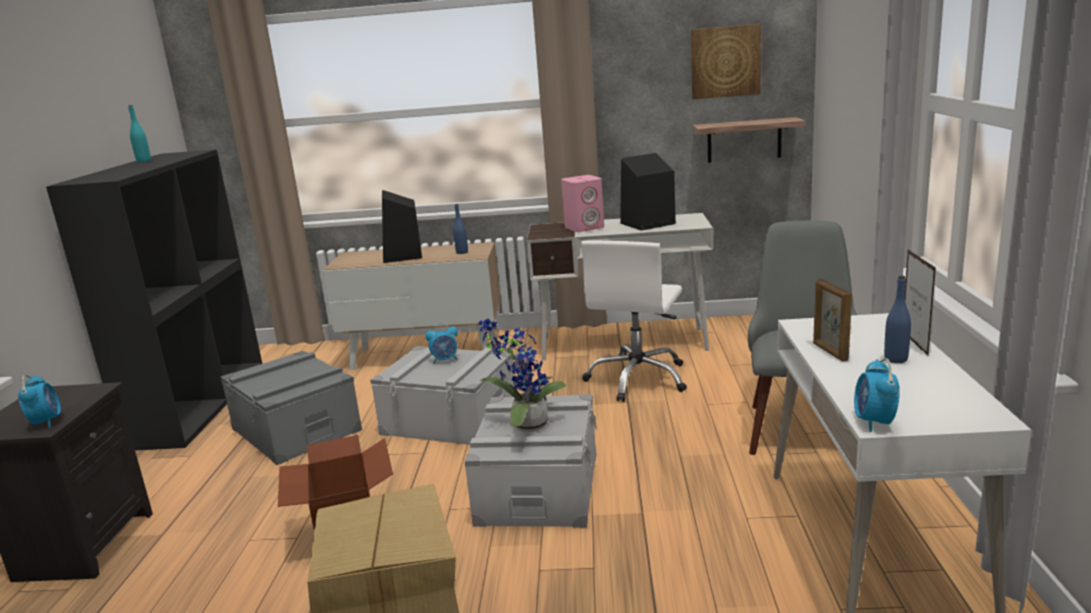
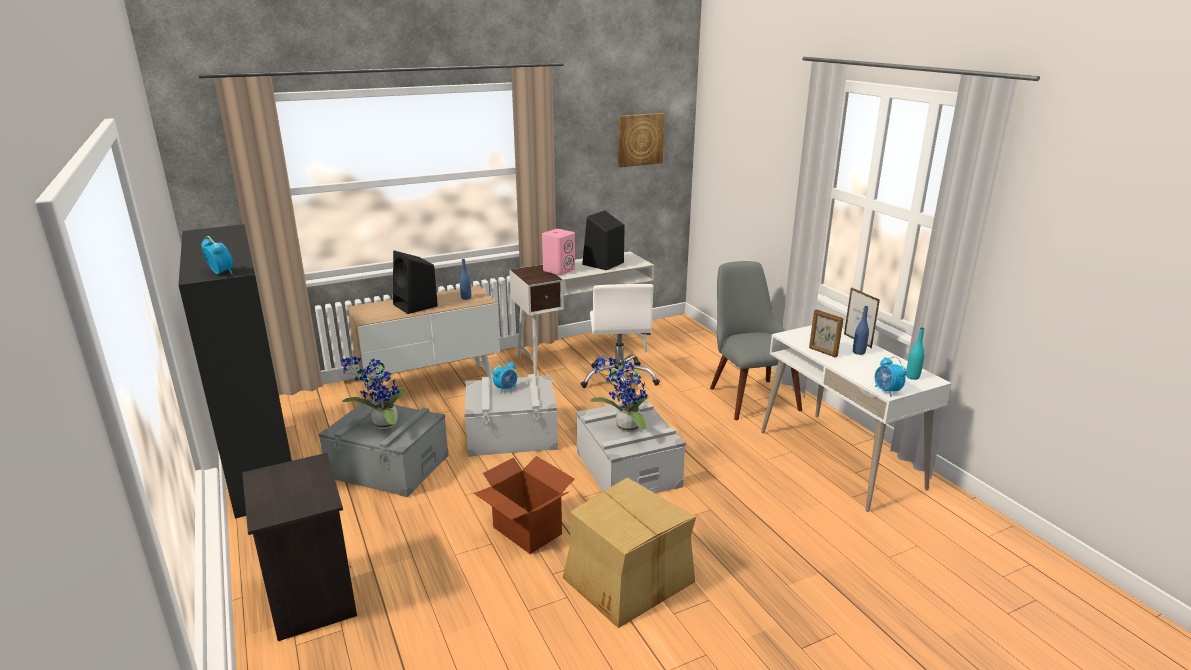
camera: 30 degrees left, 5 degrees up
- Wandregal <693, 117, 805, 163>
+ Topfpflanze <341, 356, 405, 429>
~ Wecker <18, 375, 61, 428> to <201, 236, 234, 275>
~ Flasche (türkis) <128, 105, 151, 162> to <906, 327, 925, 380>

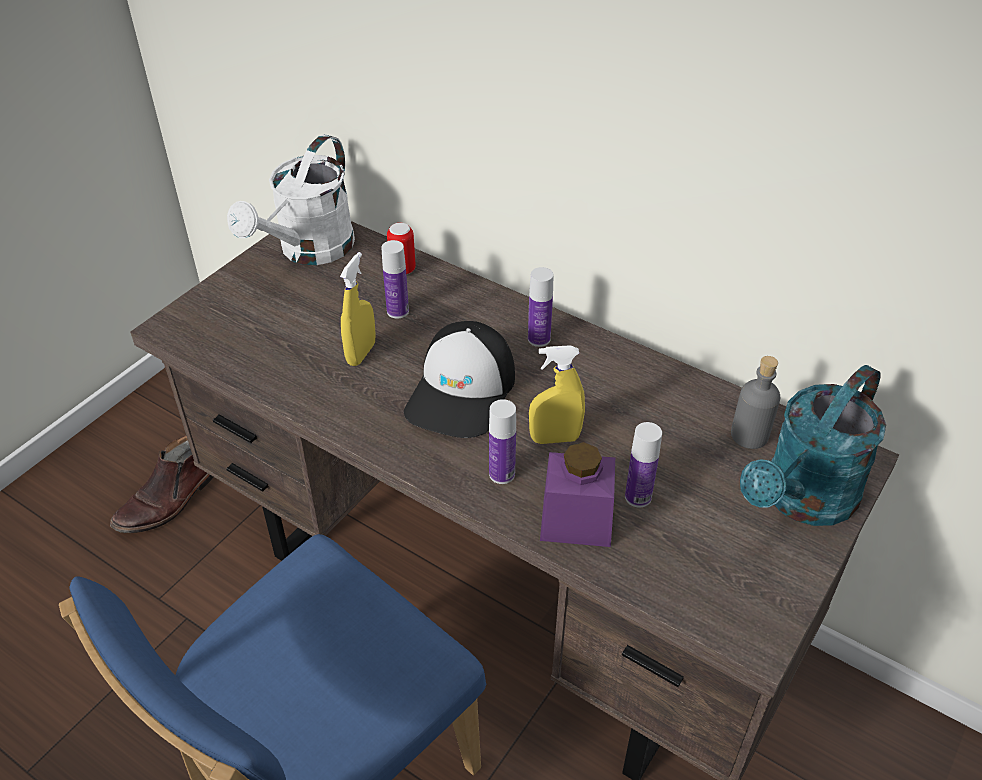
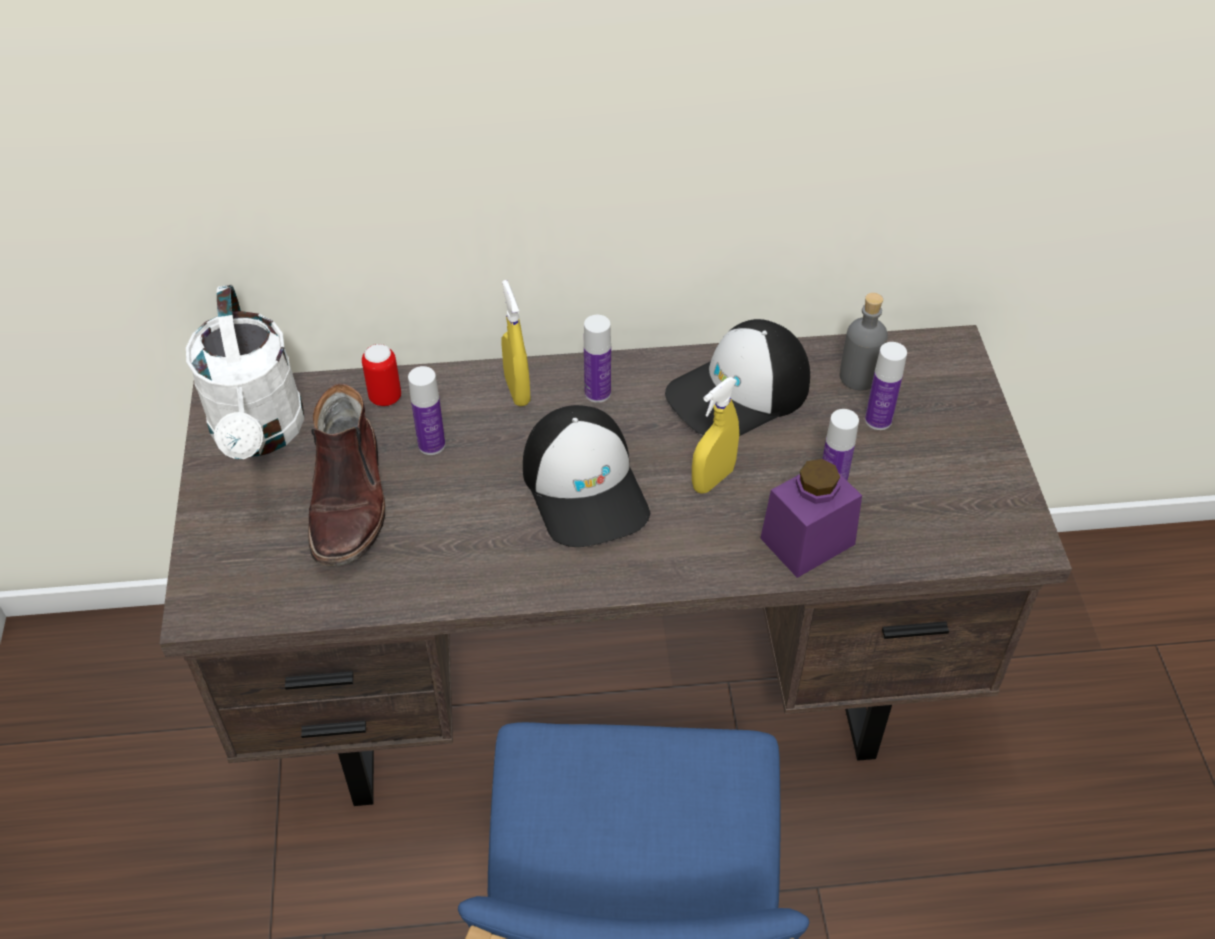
camera: 40 degrees left, 5 degrees up
- Gießkanne (türkis) <740, 365, 886, 526>
+ Kappe <665, 319, 810, 436>
~ Stiefel (braun) <110, 436, 214, 533> to <308, 383, 385, 566>
~ Sprühflasche (gelb) <340, 252, 376, 366> to <502, 280, 530, 406>
~ Flasche <489, 399, 516, 484> to <865, 342, 907, 430>

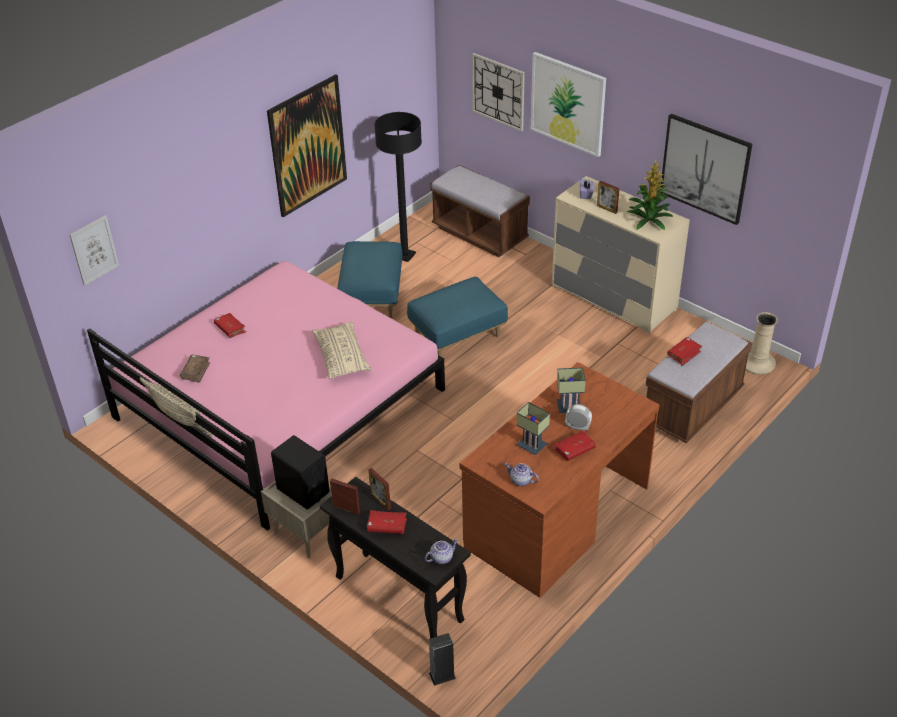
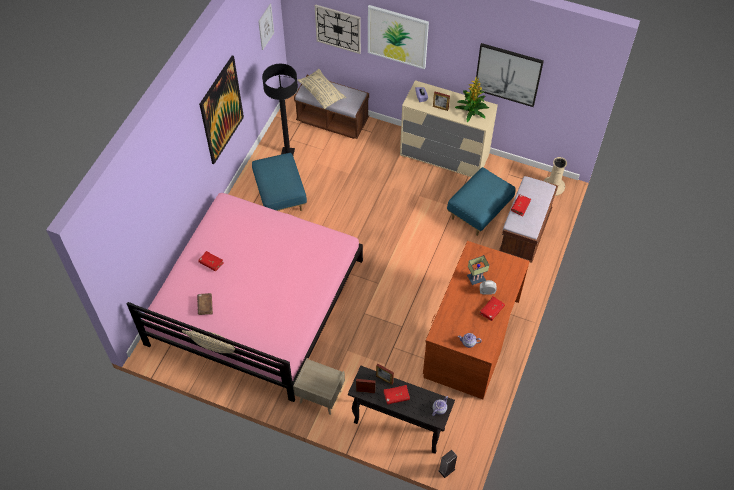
camera: 20 degrees left, 15 degrees up
- Lautsprecher (schwarz) <271, 435, 330, 509>
- Tischlampe <516, 402, 550, 455>
~ Bild <70, 215, 119, 286> to <258, 4, 274, 50>
~ Kissen (beige) <312, 321, 371, 379> to <298, 69, 346, 109>
~ Polsterhocker (blau) <407, 277, 508, 356> to <447, 167, 516, 236>

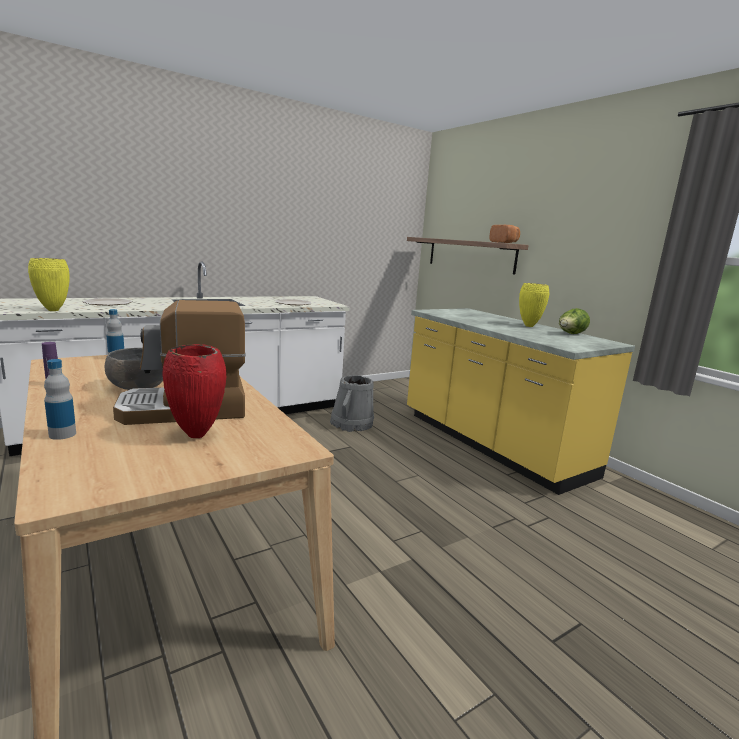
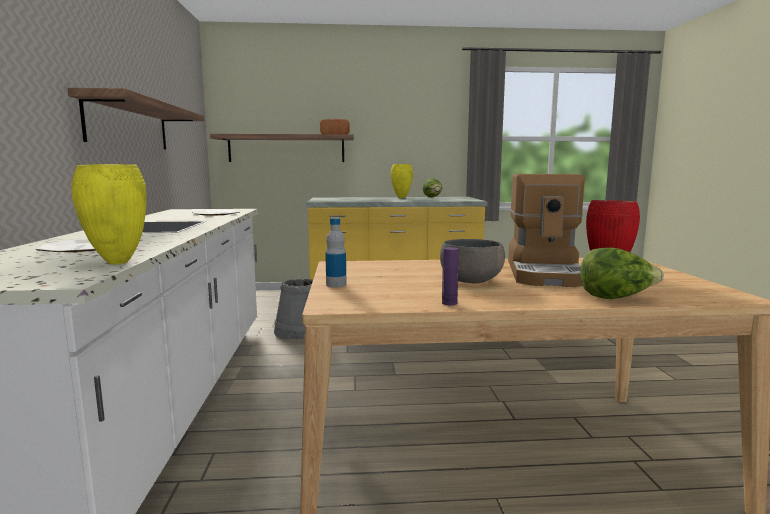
camera: 60 degrees left, 5 degrees down
+ Wandregal <67, 88, 204, 149>
~ Flasche <44, 359, 76, 440> to Salatkopf <580, 247, 664, 299>

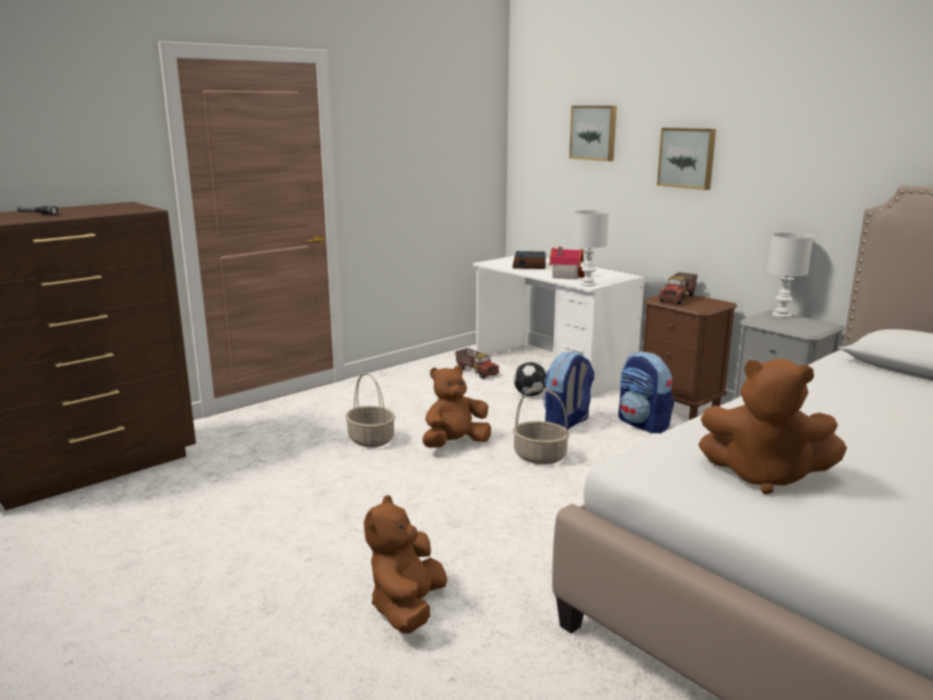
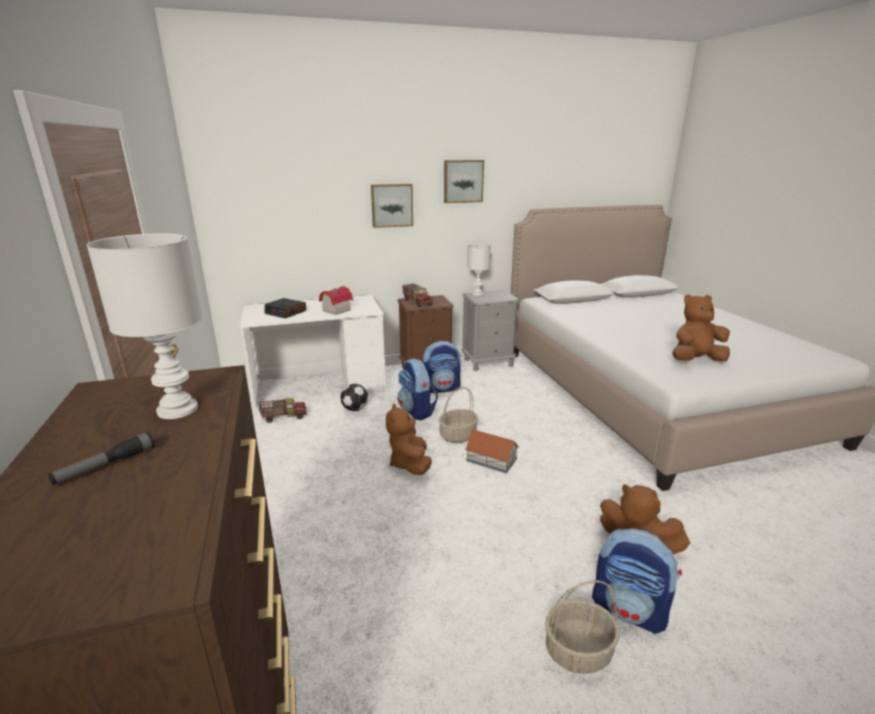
camera: 65 degrees left, 5 degrees up
+ Spielzeughaus <465, 429, 519, 473>
+ Rucksack <592, 528, 682, 634>
~ Korb <345, 373, 395, 447> to <545, 581, 620, 674>
~ Bild <569, 106, 617, 161> to <444, 160, 484, 203>
~ Tischlampe (weiß) <573, 210, 609, 286> to <87, 233, 203, 419>
~ Plüschtier (braun) <699, 359, 847, 494> = <672, 294, 730, 361> 150 degrees counterclockwise

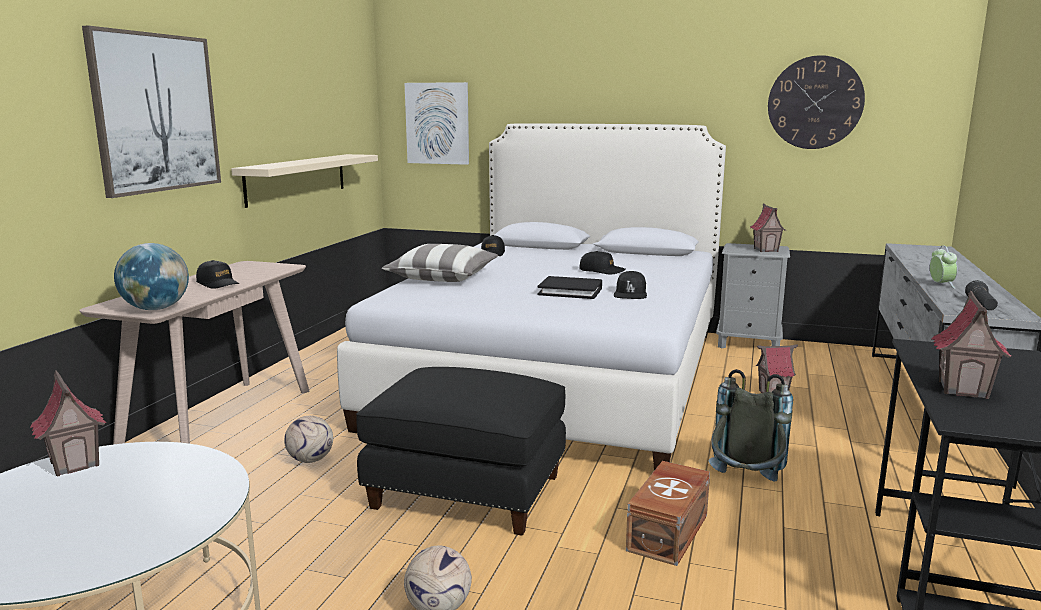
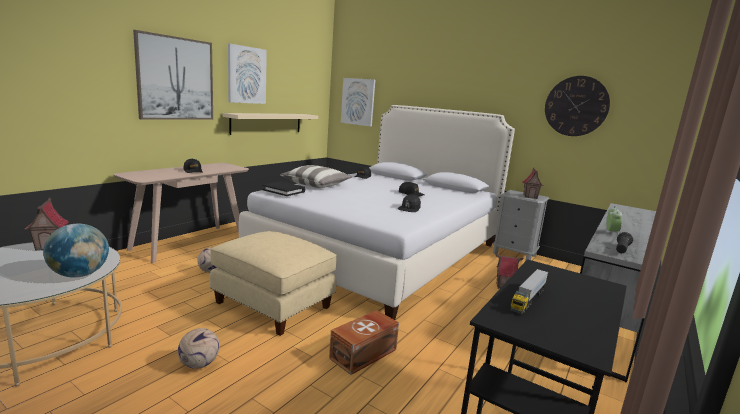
camera: 15 degrees right, 0 degrees up
- Rucksack (grau) <709, 369, 793, 481>
+ Bild <228, 43, 267, 104>
~ Globus <114, 243, 189, 310> to <43, 224, 109, 278>
~ Buch (schwarz) <538, 276, 602, 299> to <262, 181, 305, 196>
~ Spielzeughaus <931, 291, 1011, 399> to Spielzeuglaster <510, 269, 548, 314>
~ Polsterhocker (schwarz) <356, 367, 566, 536> to Polsterhocker (beige) <210, 231, 337, 336>

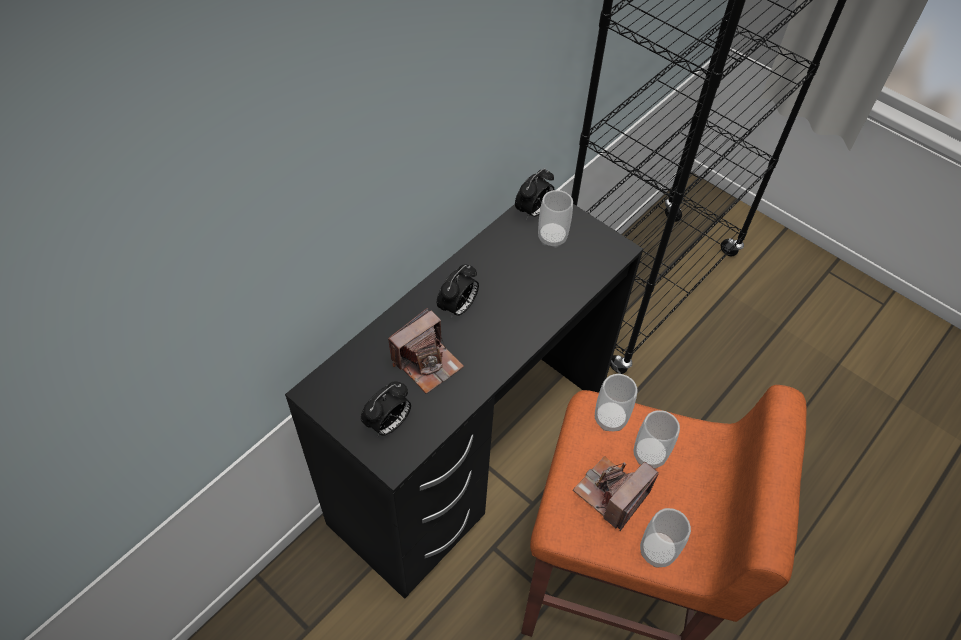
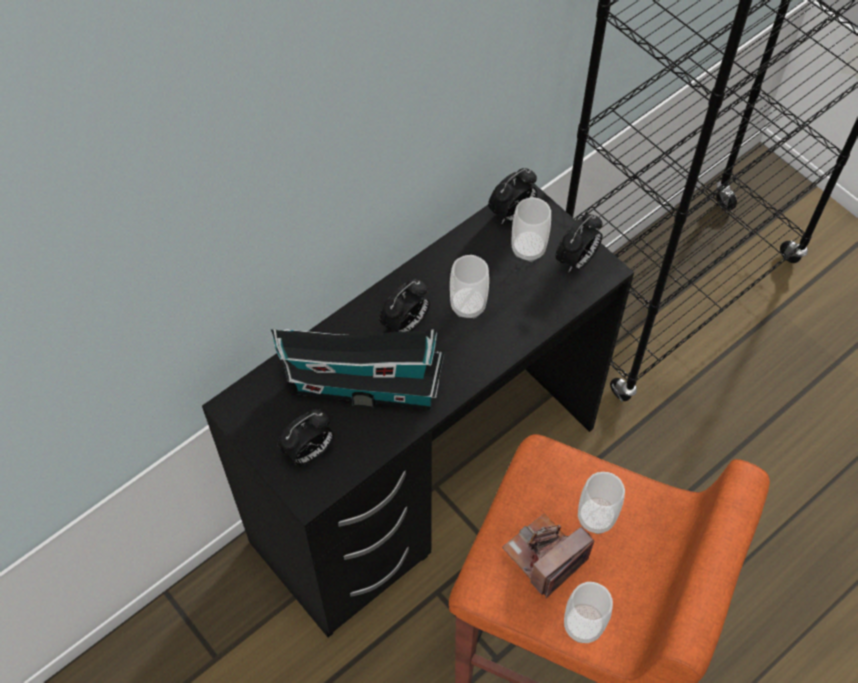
camera: 10 degrees right, 5 degrees up
+ Wecker <555, 214, 603, 273>
~ Tasse <595, 374, 637, 431> to <450, 255, 489, 318>
~ Kamera <388, 308, 464, 394> to Spielzeughaus <271, 329, 444, 410>

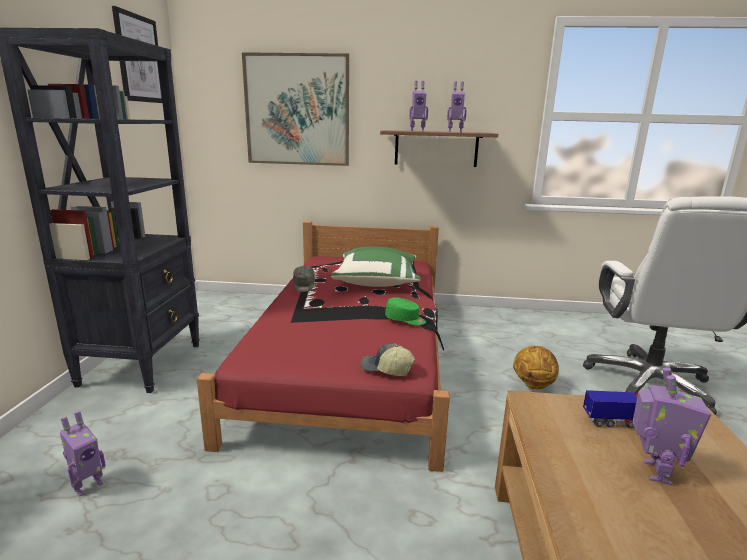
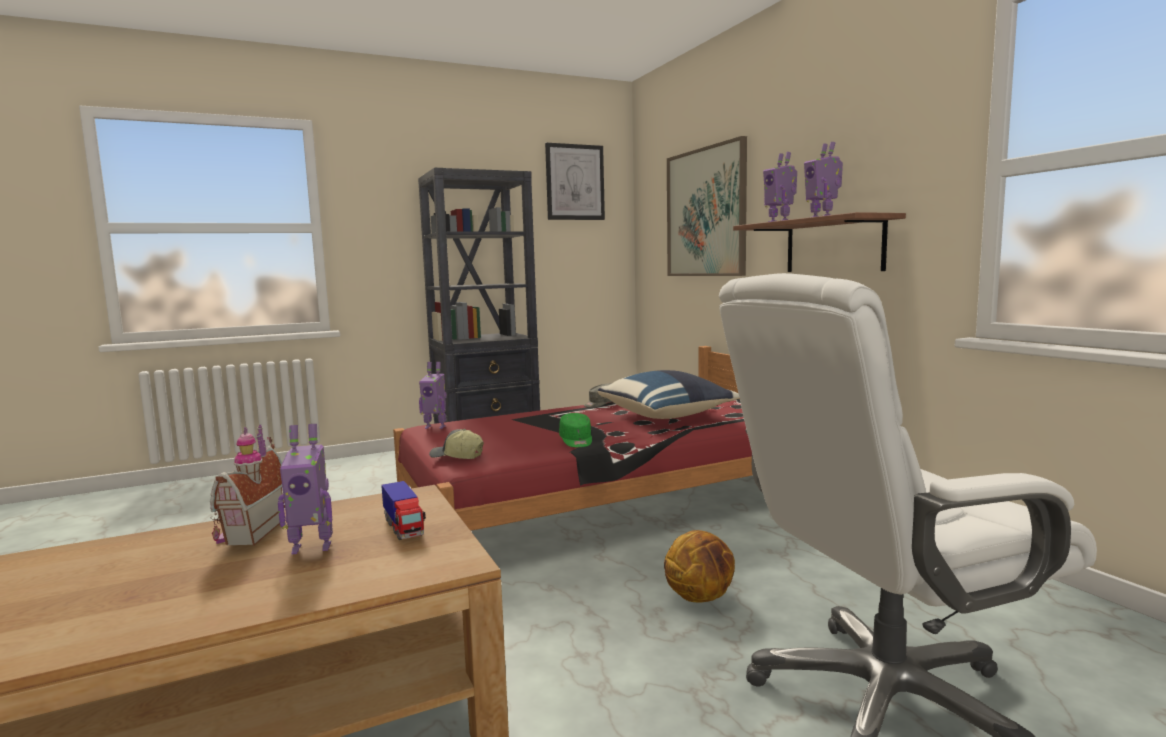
camera: 60 degrees right, 10 degrees down
+ Spielzeughaus <210, 425, 285, 546>
~ Spielzeugroboter <60, 411, 106, 496> to <419, 362, 447, 429>
~ Kissen (grün) <331, 247, 421, 287> to Kissen (blau) <598, 370, 739, 419>
~ Kappe <360, 343, 415, 376> = <429, 429, 484, 459> 60 degrees counterclockwise

